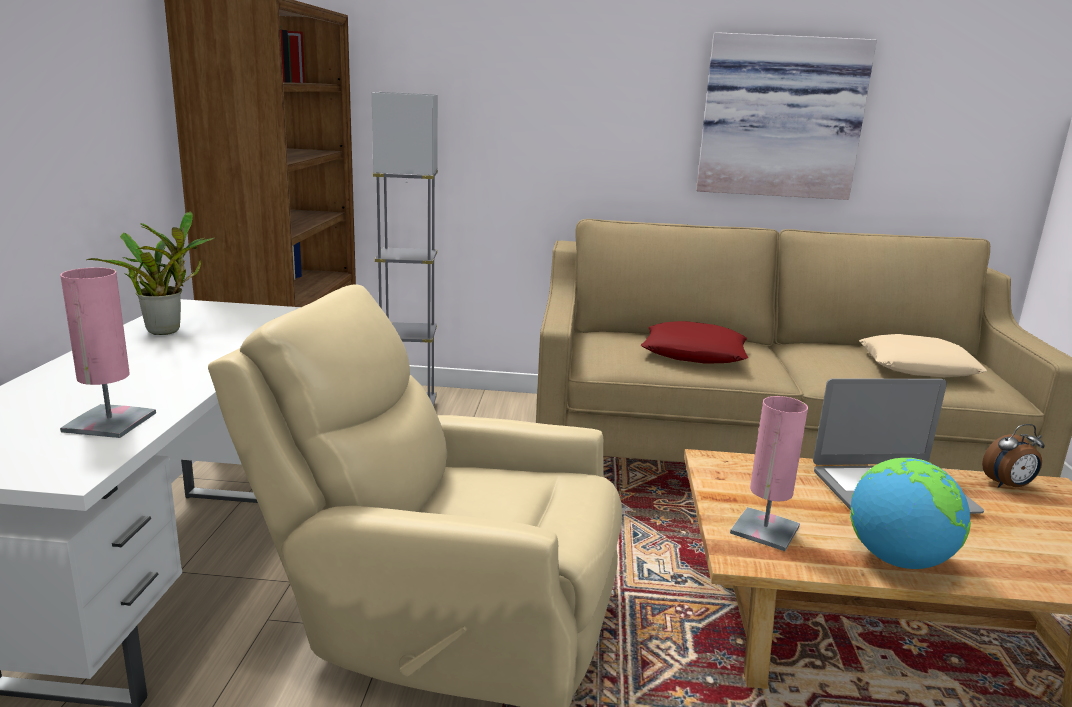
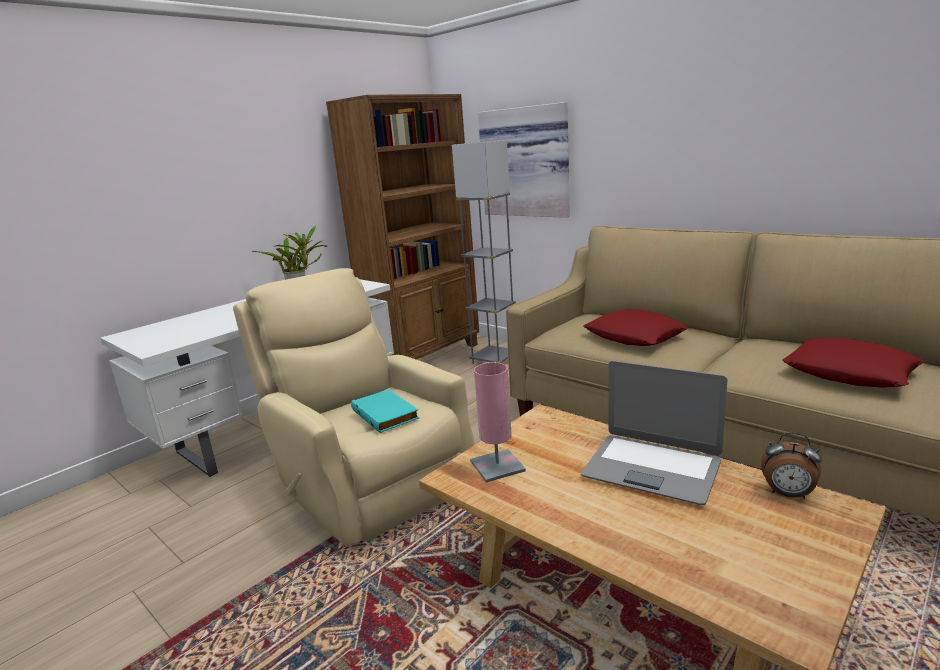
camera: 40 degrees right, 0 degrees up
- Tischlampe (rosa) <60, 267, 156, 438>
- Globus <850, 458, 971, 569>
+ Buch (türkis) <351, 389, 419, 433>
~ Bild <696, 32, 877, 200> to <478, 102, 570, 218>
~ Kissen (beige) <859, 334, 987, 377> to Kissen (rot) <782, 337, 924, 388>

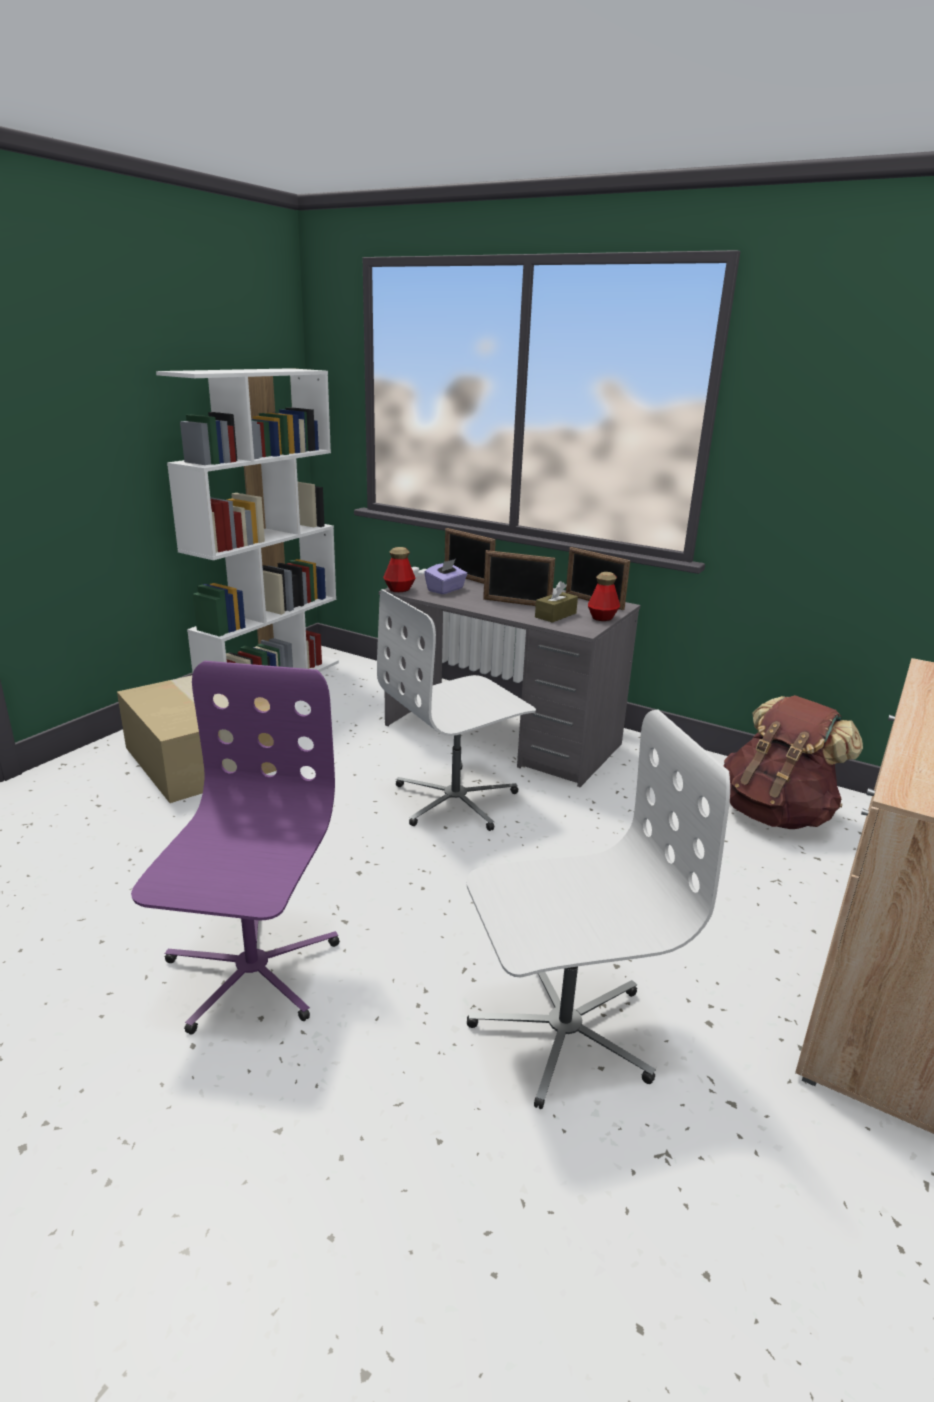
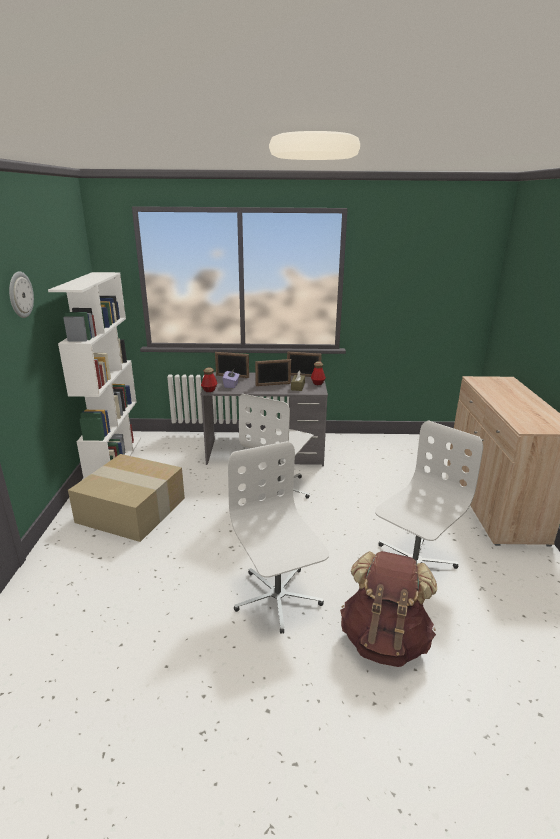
camera: 30 degrees left, 0 degrees up
+ Wanduhr <9, 271, 34, 318>
~ Rucksack (braun) <724, 695, 863, 829> to <340, 551, 437, 667>
~ Bürostuhl (lila) <131, 661, 340, 1035> to Bürostuhl (weiß) <228, 441, 329, 634>

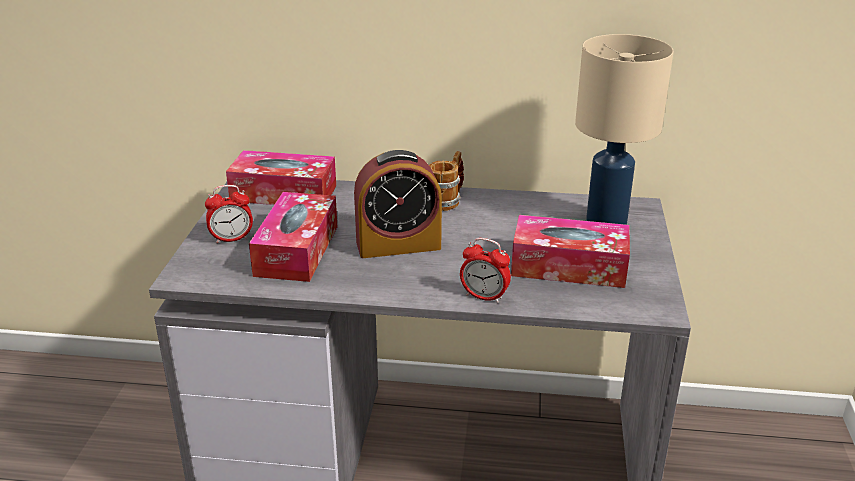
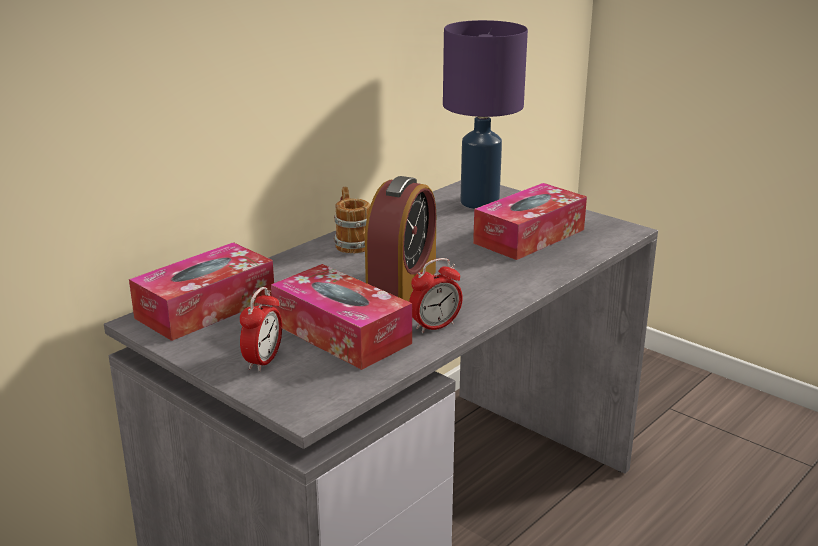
camera: 55 degrees left, 5 degrees down
~ Wecker <460, 238, 511, 303> to <409, 258, 463, 333>
~ Tischlampe (beige) <575, 34, 674, 225> to Tischlampe (lila) <443, 20, 528, 209>

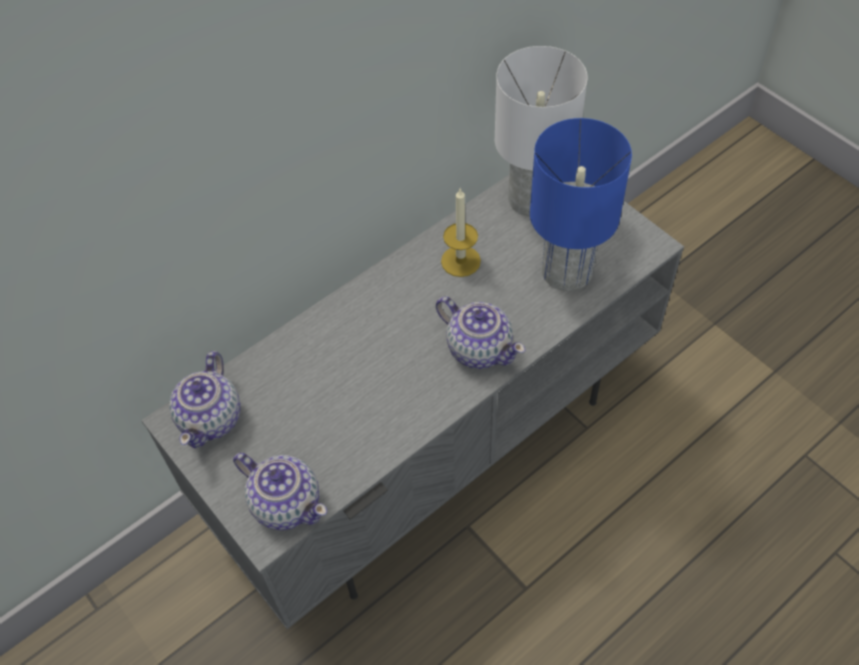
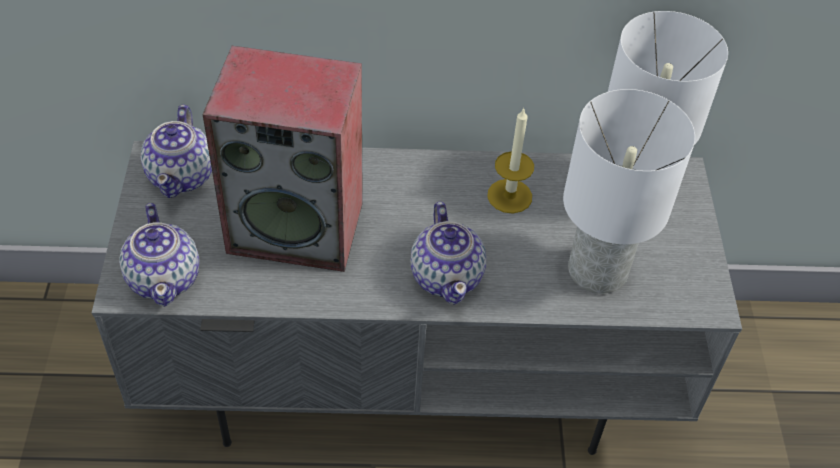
camera: 35 degrees right, 5 degrees down
+ Lautsprecher <203, 46, 363, 272>
~ Tischlampe (blau) <530, 118, 632, 291> to Tischlampe (weiß) <563, 89, 695, 293>
~ Teekanne <169, 351, 241, 448> = <141, 104, 212, 198> 45 degrees counterclockwise

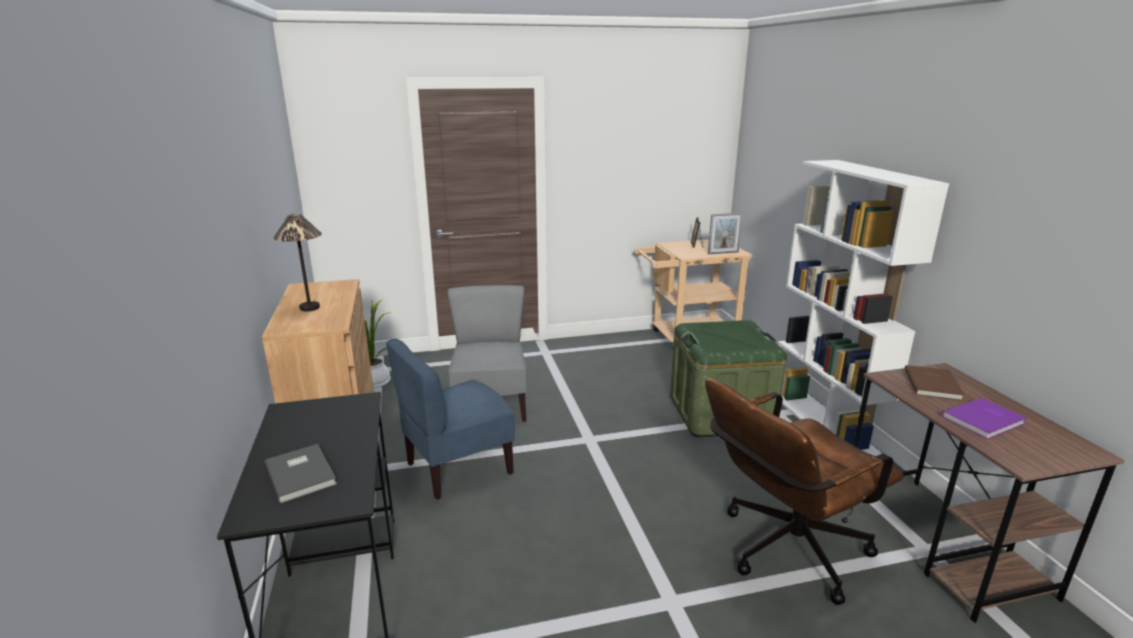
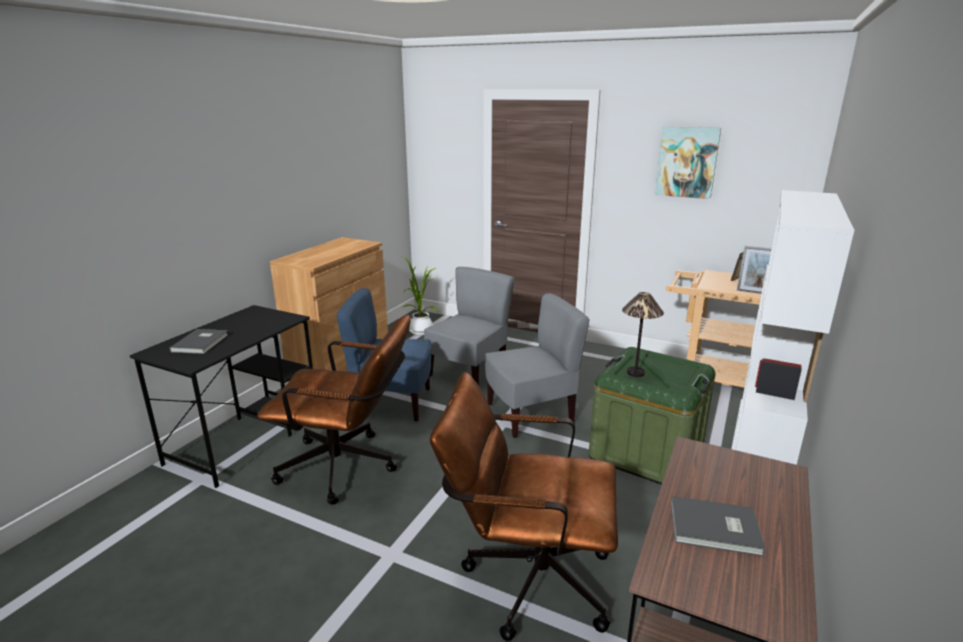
camera: 40 degrees right, 0 degrees up
- Buch (braun) <904, 365, 965, 401>
+ Bürostuhl (braun) <257, 315, 411, 505>
+ Stuhl (grau) <485, 293, 590, 438>
+ Bild <655, 126, 721, 199>
~ Tischlampe <274, 214, 322, 311> to <622, 292, 664, 377>
~ Buch (lila) <942, 398, 1027, 439> to Buch (grau) <671, 496, 766, 556>

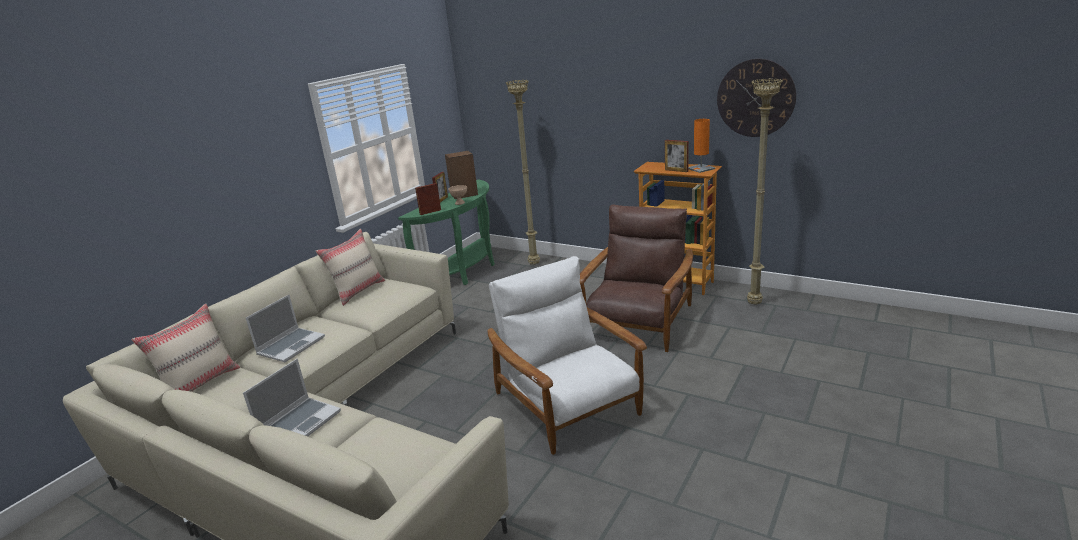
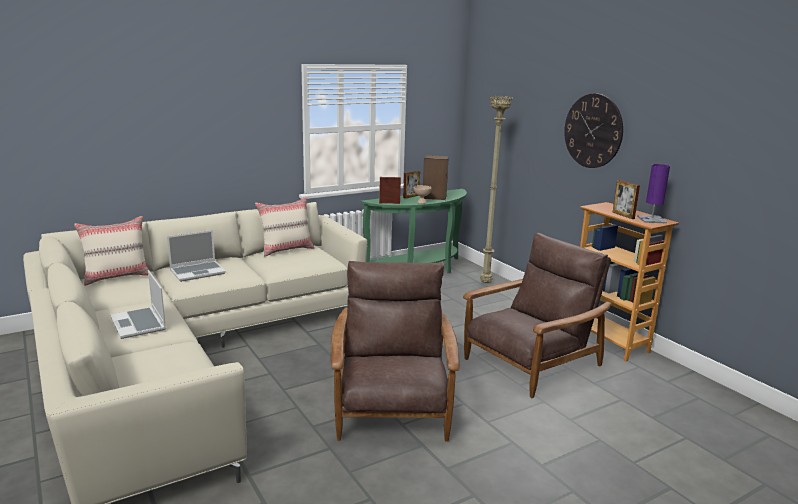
camera: 25 degrees right, 5 degrees down
- Stehlampe (beige) <747, 78, 783, 305>
~ Wanduhr <717, 59, 796, 137> to <564, 94, 623, 168>
~ Sessel (weiß) <487, 256, 647, 455> to Sessel (braun) <330, 261, 460, 442>
~ Tischlampe (orange) <688, 119, 715, 173> to Tischlampe (lila) <637, 164, 670, 223>
~ Laptop <243, 359, 341, 437> = <110, 270, 166, 339> 90 degrees clockwise

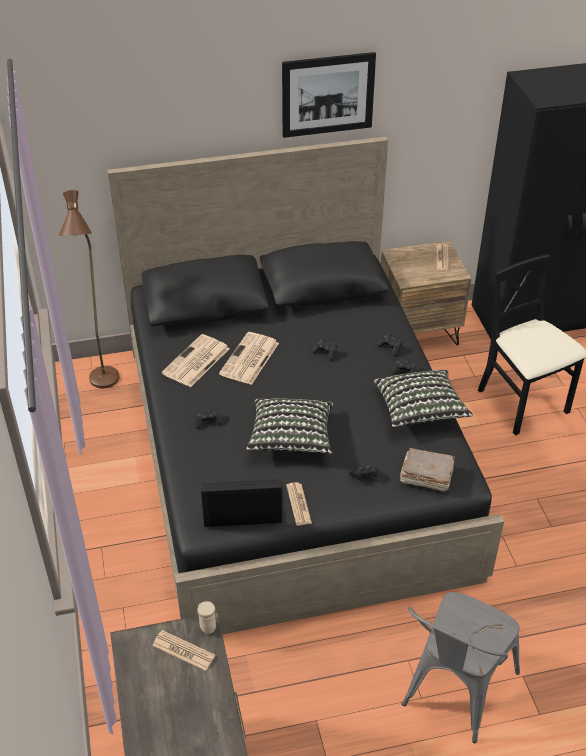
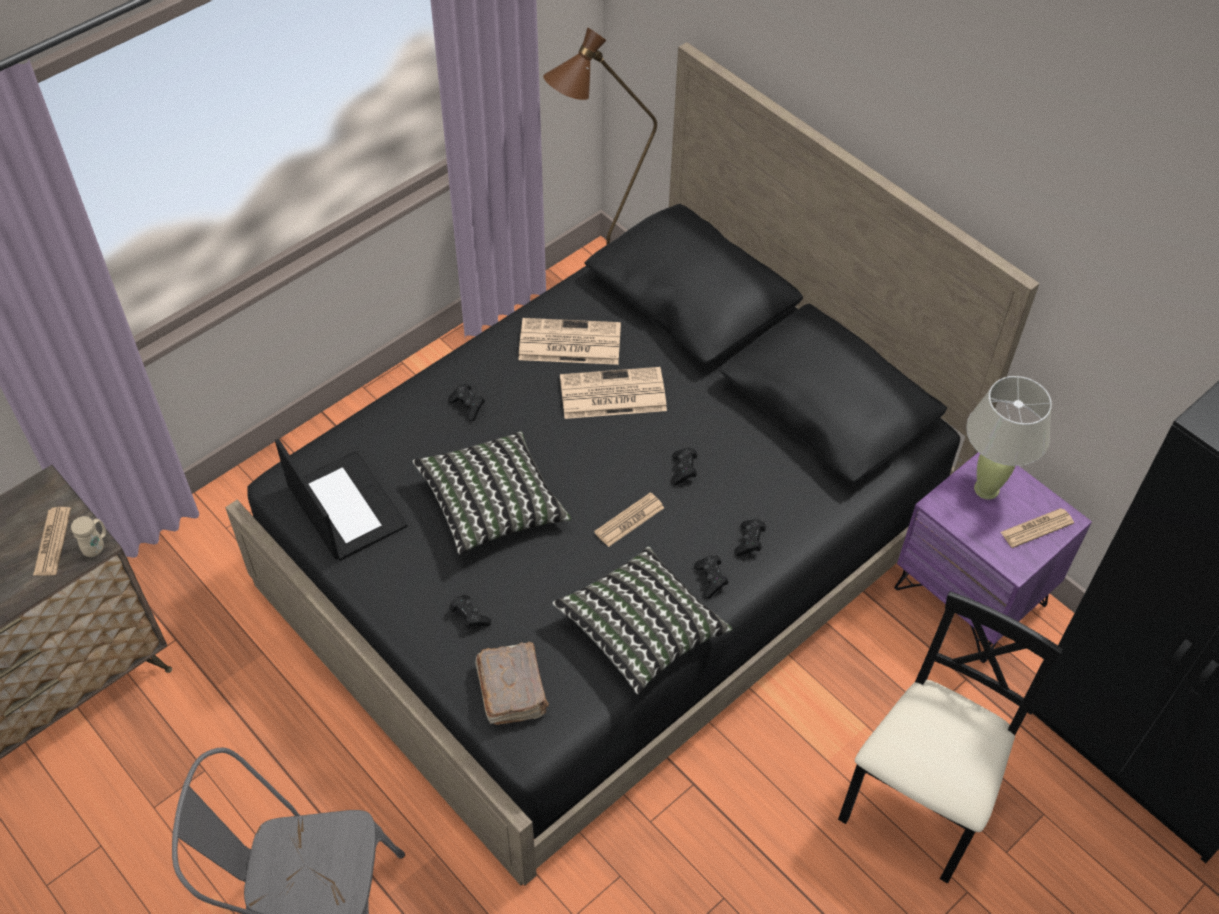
camera: 60 degrees right, 10 degrees up
- Bild <282, 52, 376, 138>
+ Tischlampe (beige) <966, 376, 1052, 500>
~ Zeitung <286, 482, 312, 526> to <594, 492, 664, 547>
~ Nachttisch (braun) <380, 241, 471, 345> to Nachttisch (lila) <894, 452, 1092, 663>

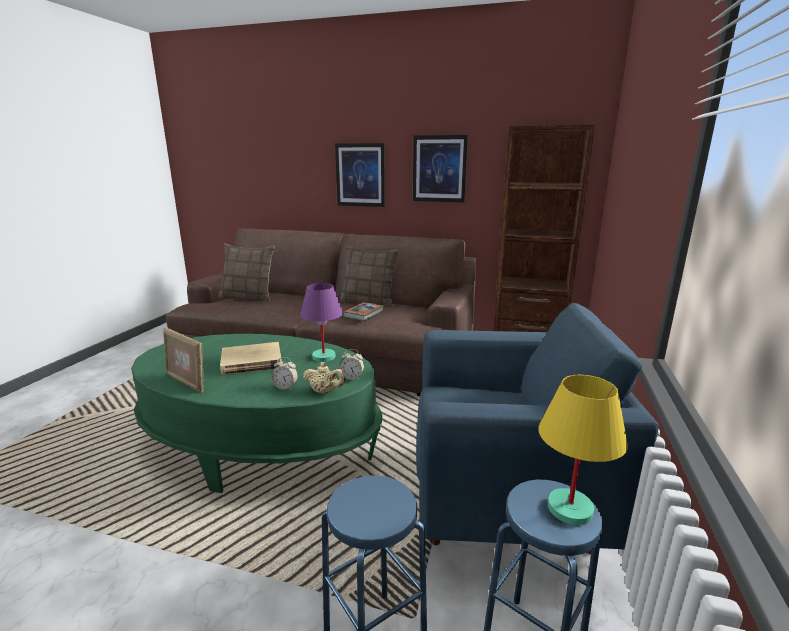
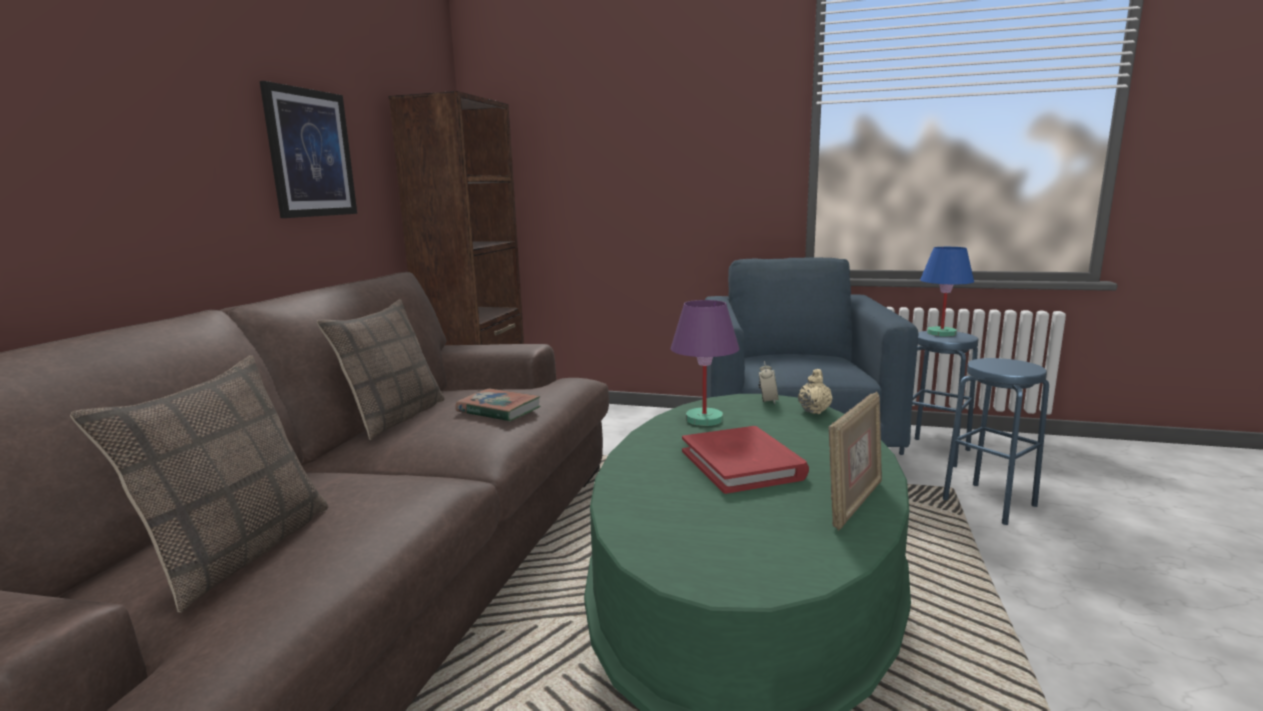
camera: 90 degrees left, 5 degrees down
- Wecker <271, 357, 298, 390>
- Bild <335, 143, 385, 207>
~ Buch (beige) <220, 342, 282, 375> to Buch (rot) <682, 426, 809, 494>
~ Tischlampe (gelb) <538, 375, 628, 525> to Tischlampe (blau) <920, 247, 974, 337>

